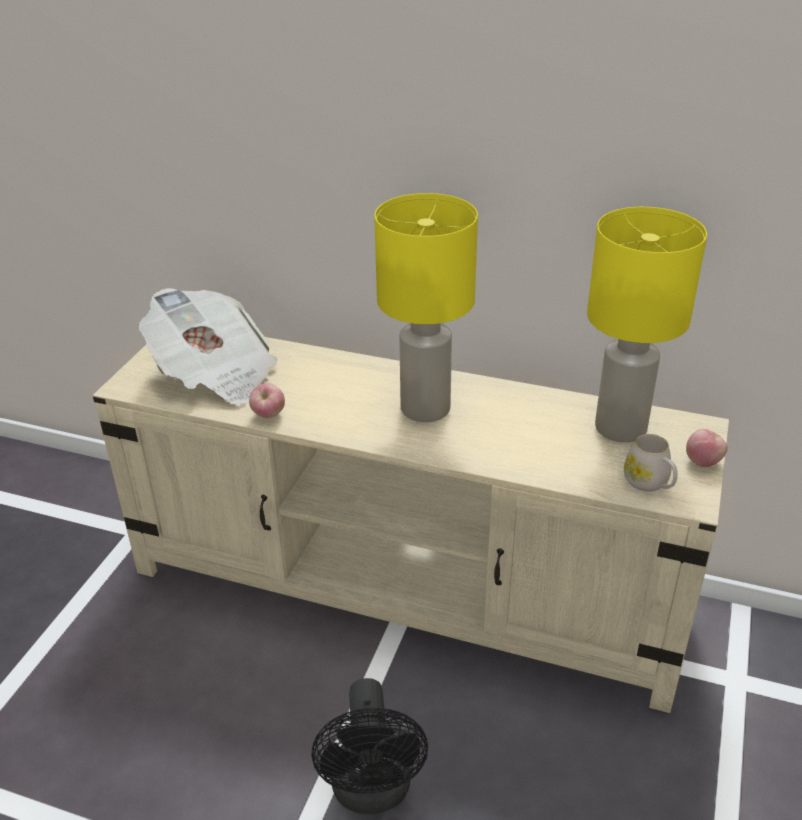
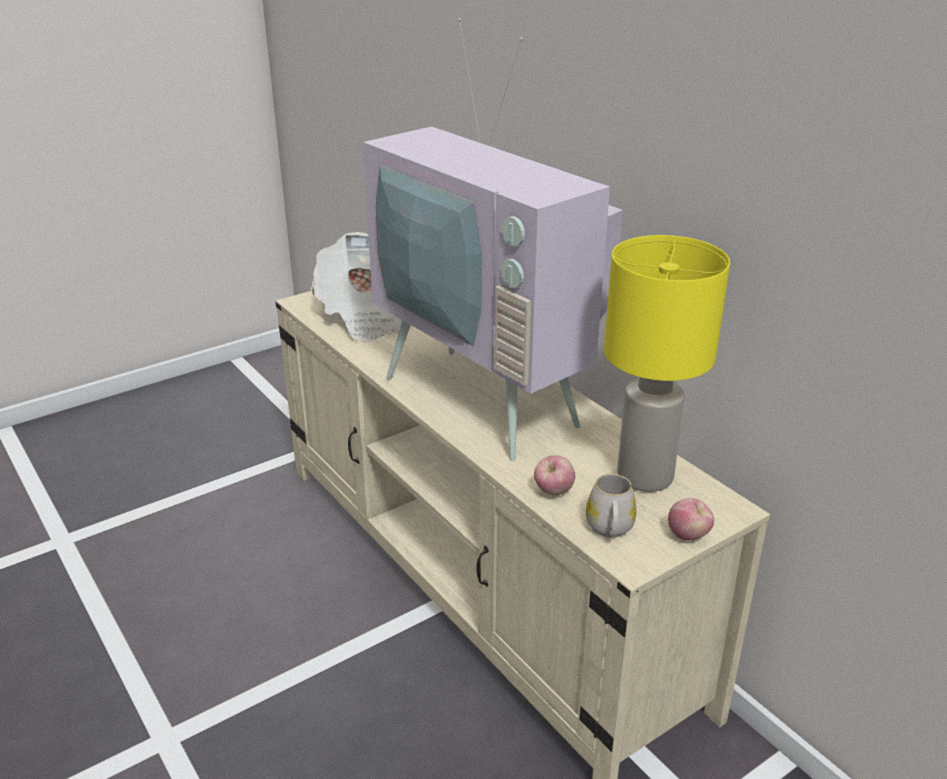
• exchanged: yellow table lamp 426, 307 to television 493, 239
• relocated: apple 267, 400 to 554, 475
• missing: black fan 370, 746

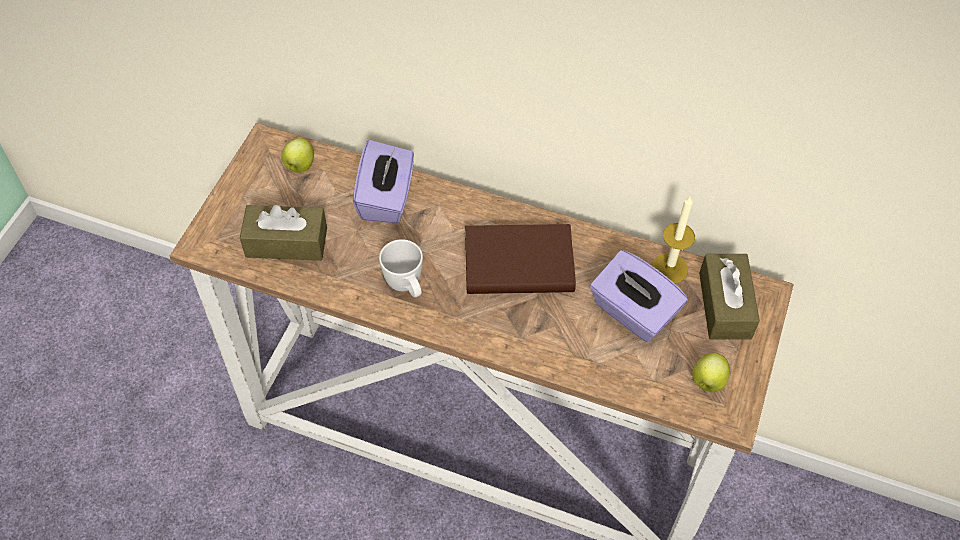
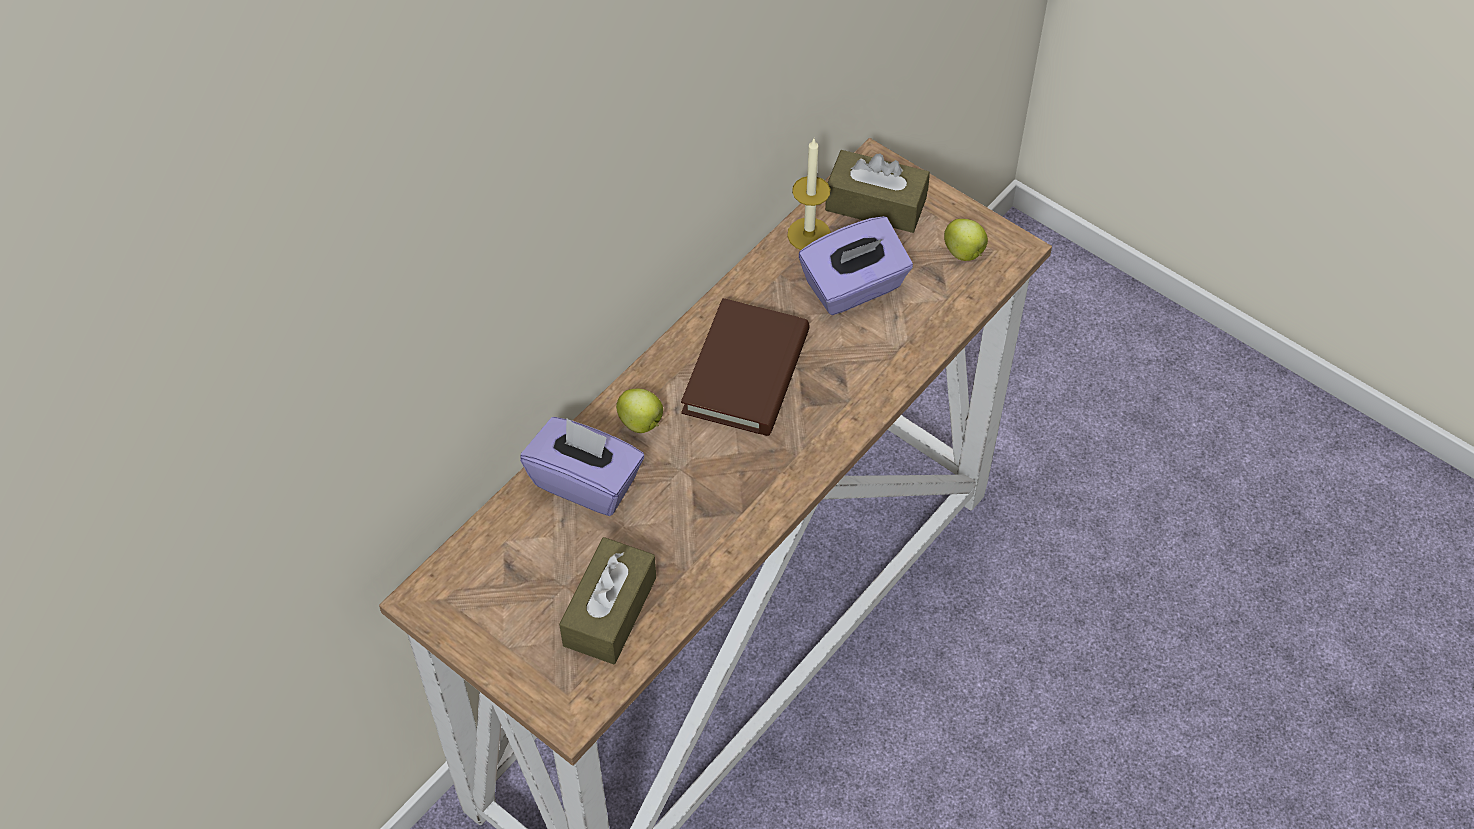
• relocated: apple 297, 155 to 639, 411
• missing: white mug 401, 268

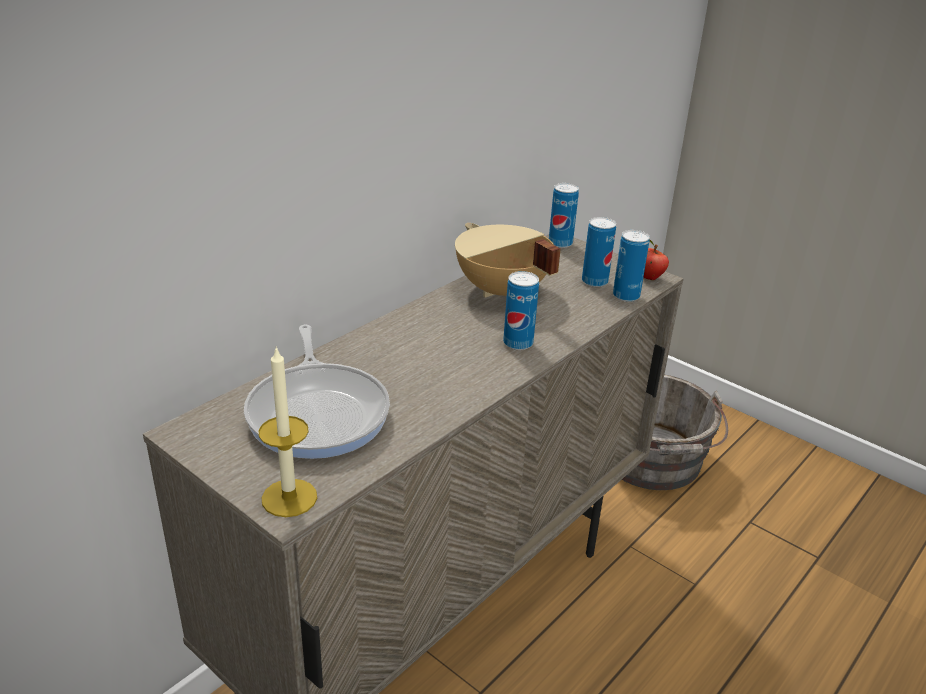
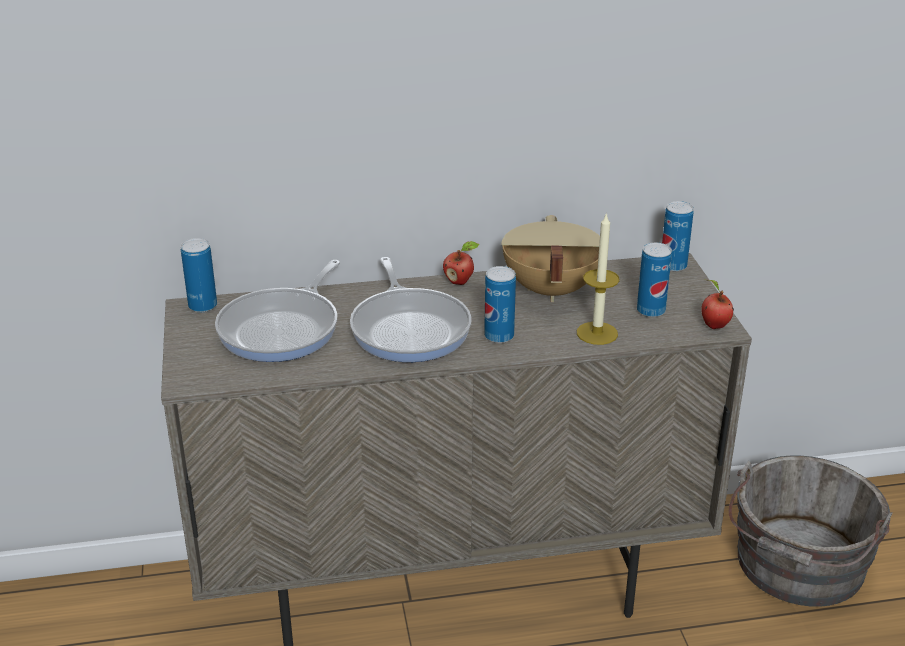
• relocated: can 631, 266 to 199, 275
• relocated: candle 288, 431 to 598, 278
• appeared: apple 461, 263
• appeared: frying pan 410, 309

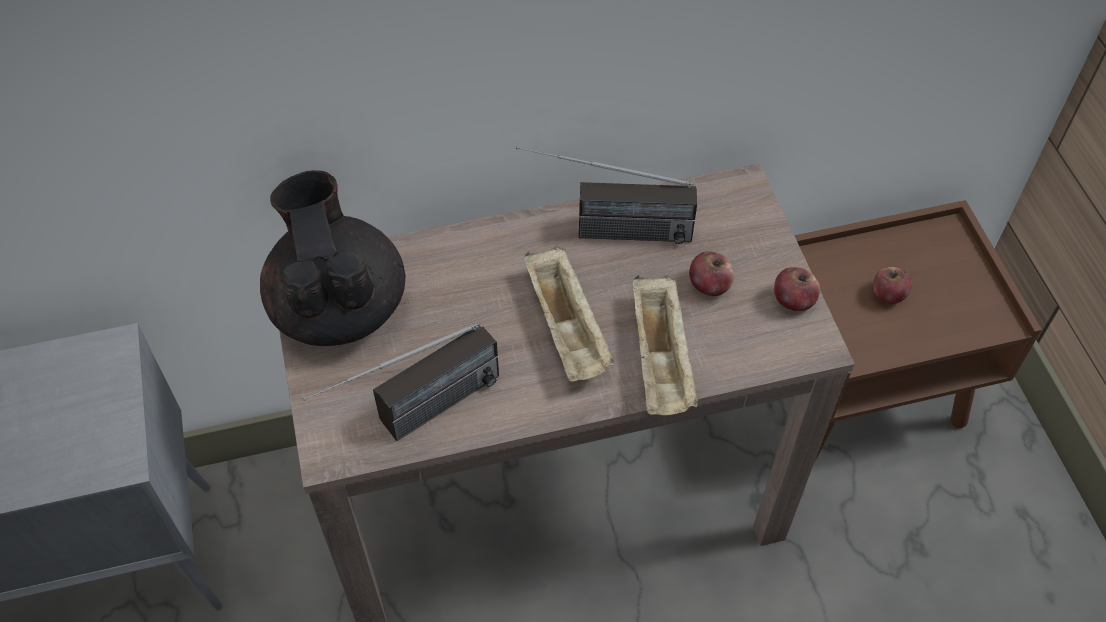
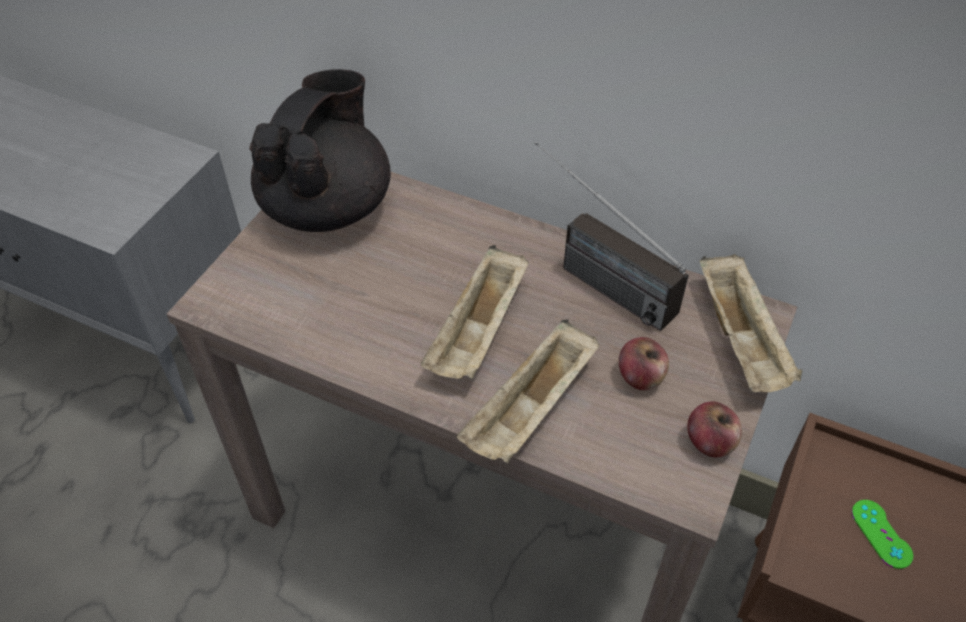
• exchanged: apple 892, 285 to green game controller 882, 534
• missing: radio 400, 382
• appeared: beige tray 750, 323

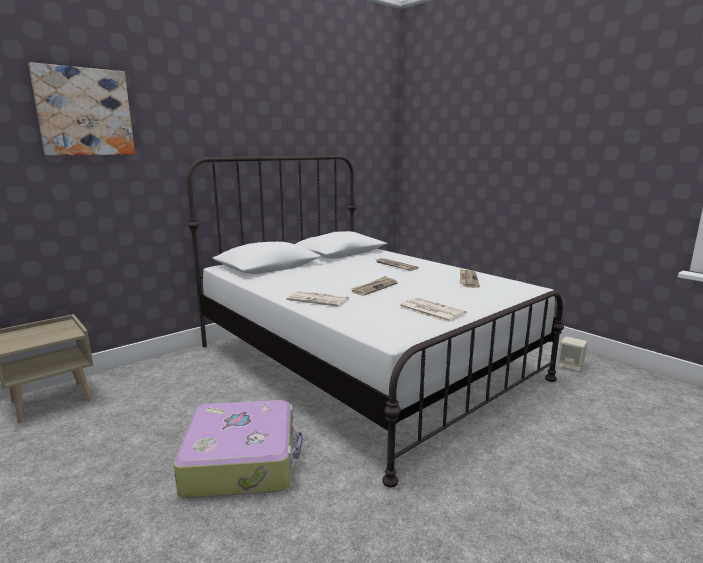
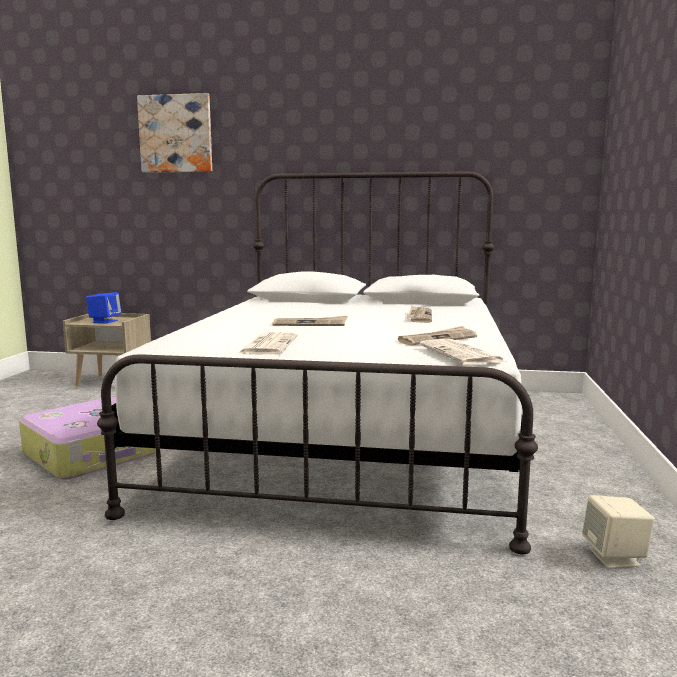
• relocated: newspaper 317, 299 to 463, 352
• appeared: blue speaker 104, 308

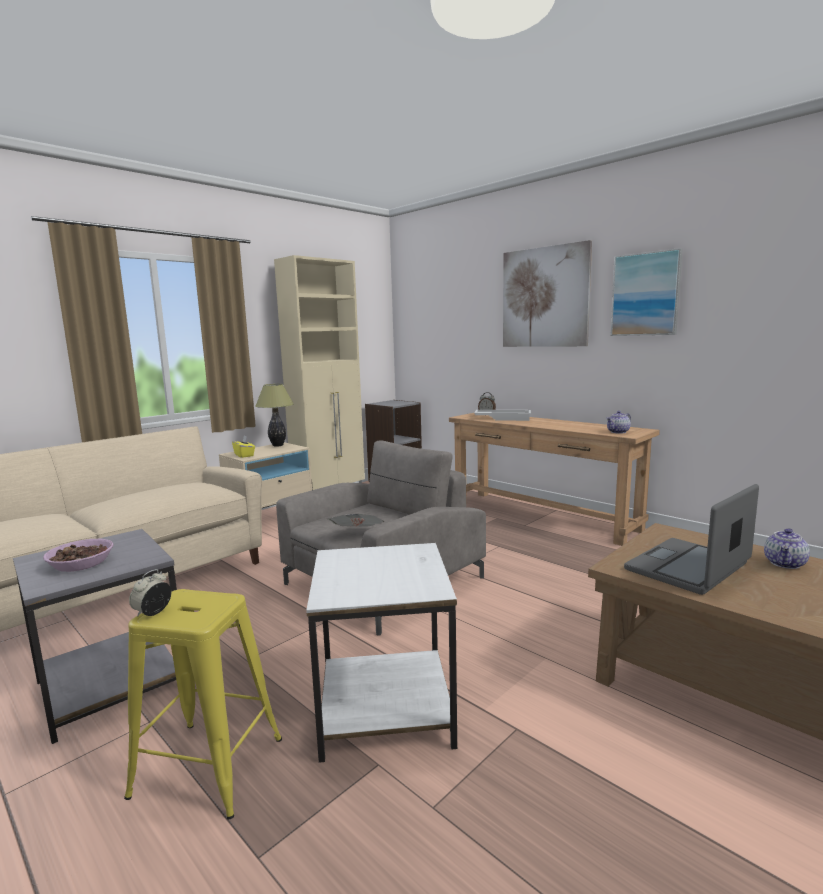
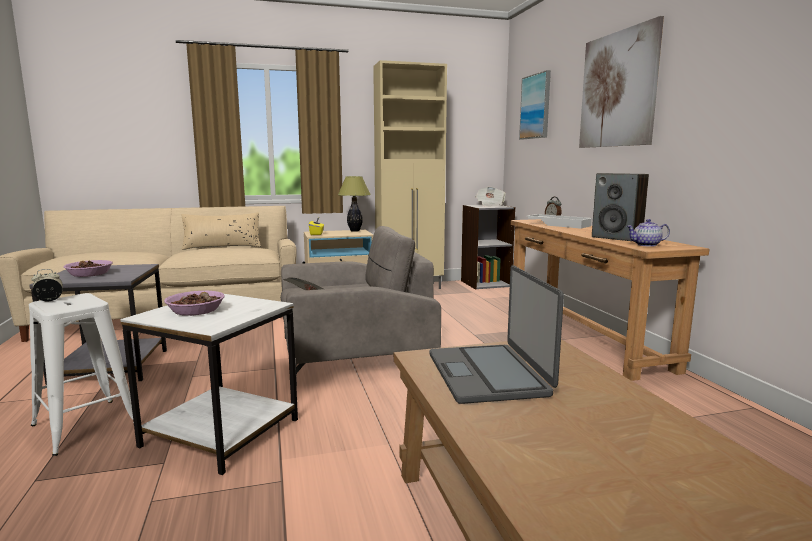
• relocated: picture 646, 292 to 535, 104
• spun: laptop 691, 539 = 496, 334 90 degrees counterclockwise
• missing: teapot 787, 548
• colour: yellow stool 203, 704 to white stool 81, 374
• appeared: speaker 620, 207
• appeared: newspaper 490, 197
• appeared: beige pillow 221, 231
• appeared: bowl 194, 303

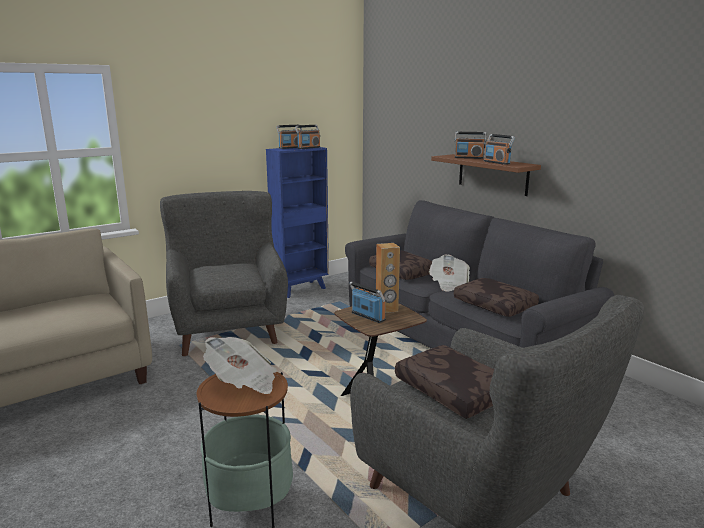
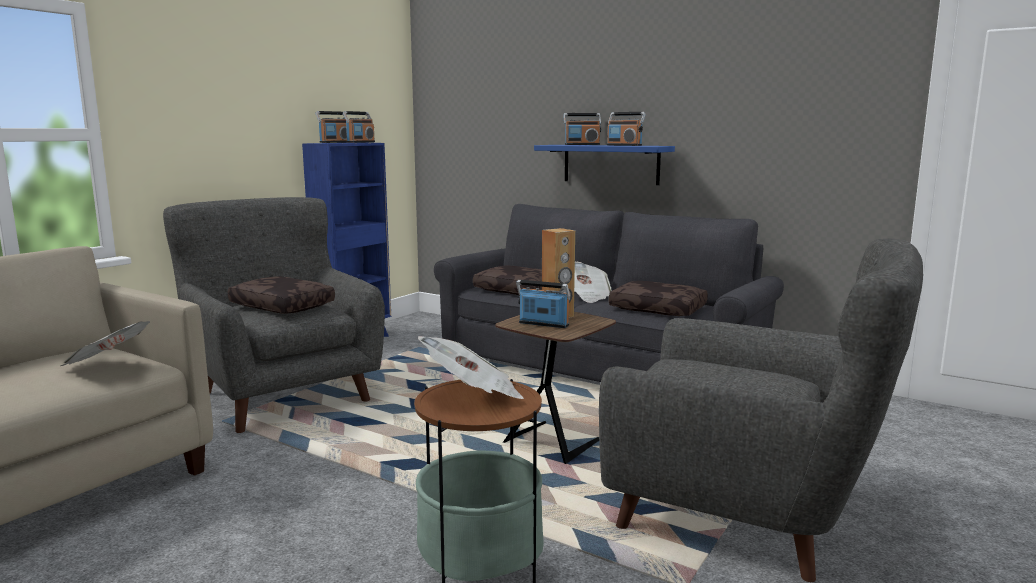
• colour: brown shelf 486, 175 to blue shelf 604, 165
• relocated: brown pillow 444, 382 to 281, 295
• appeared: newspaper 105, 343

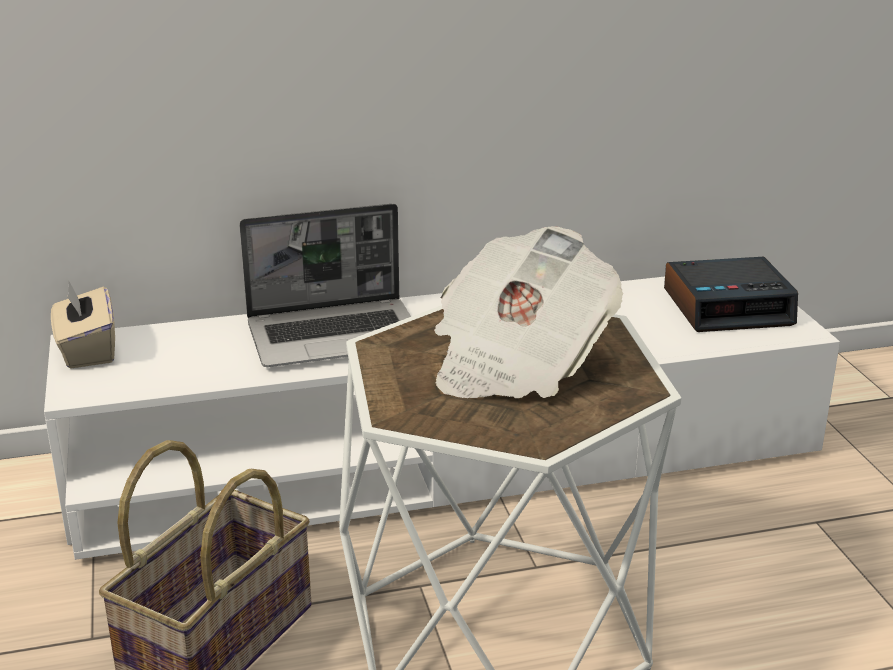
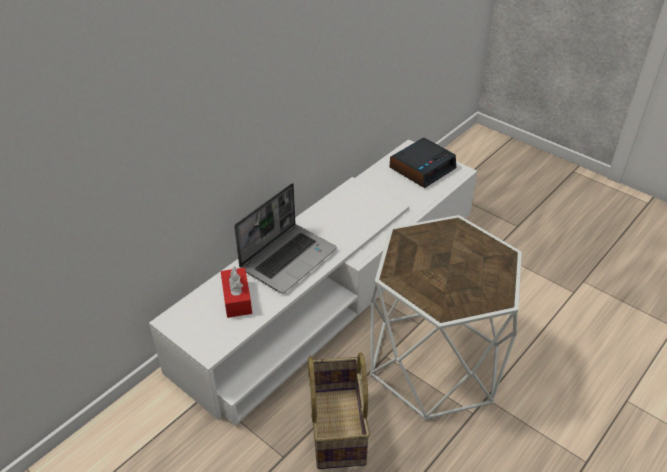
• missing: newspaper 528, 312
• missing: beige tissue box 83, 324
• appeared: red tissue box 236, 292

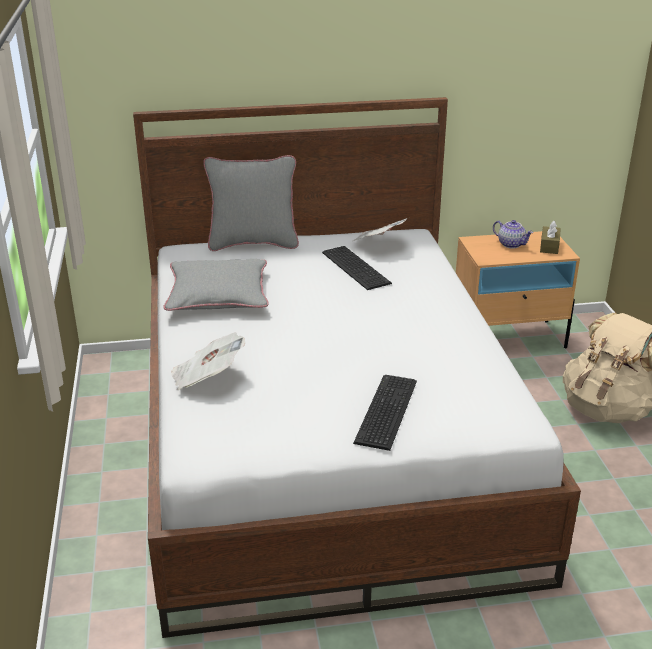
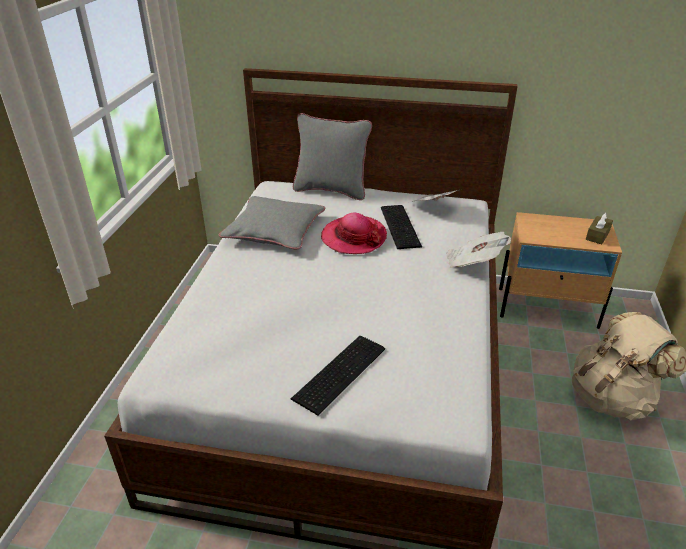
• missing: teapot 513, 234
• relocated: newspaper 208, 361 to 479, 250
• appeared: hat 354, 233

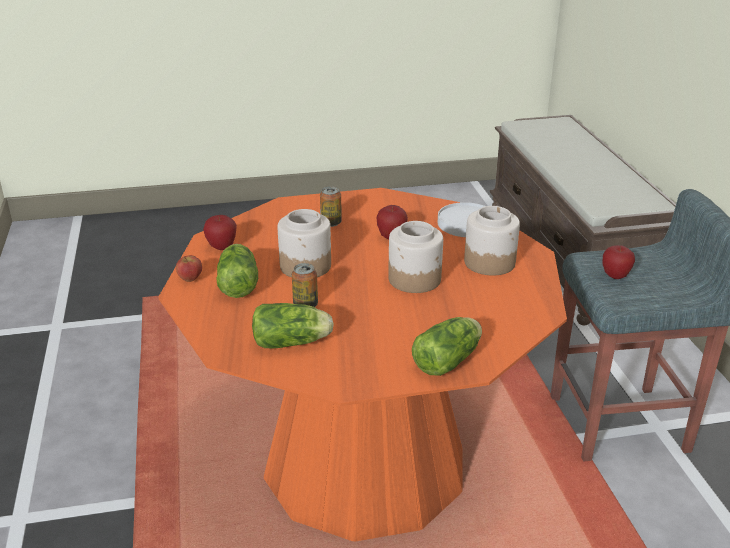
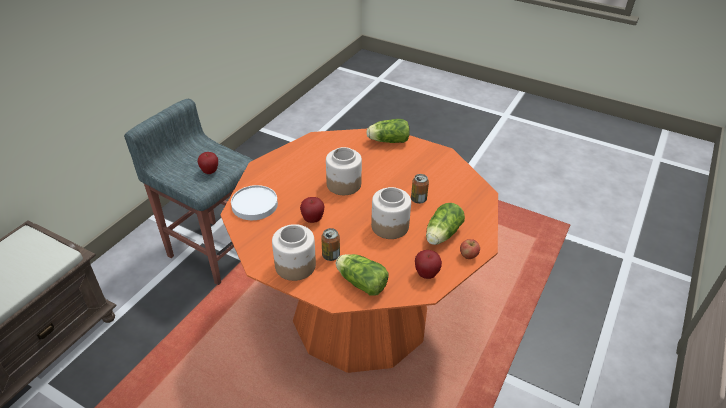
• relocated: jar 492, 241 to 294, 252
• relocated: lettuce 293, 325 to 362, 275

